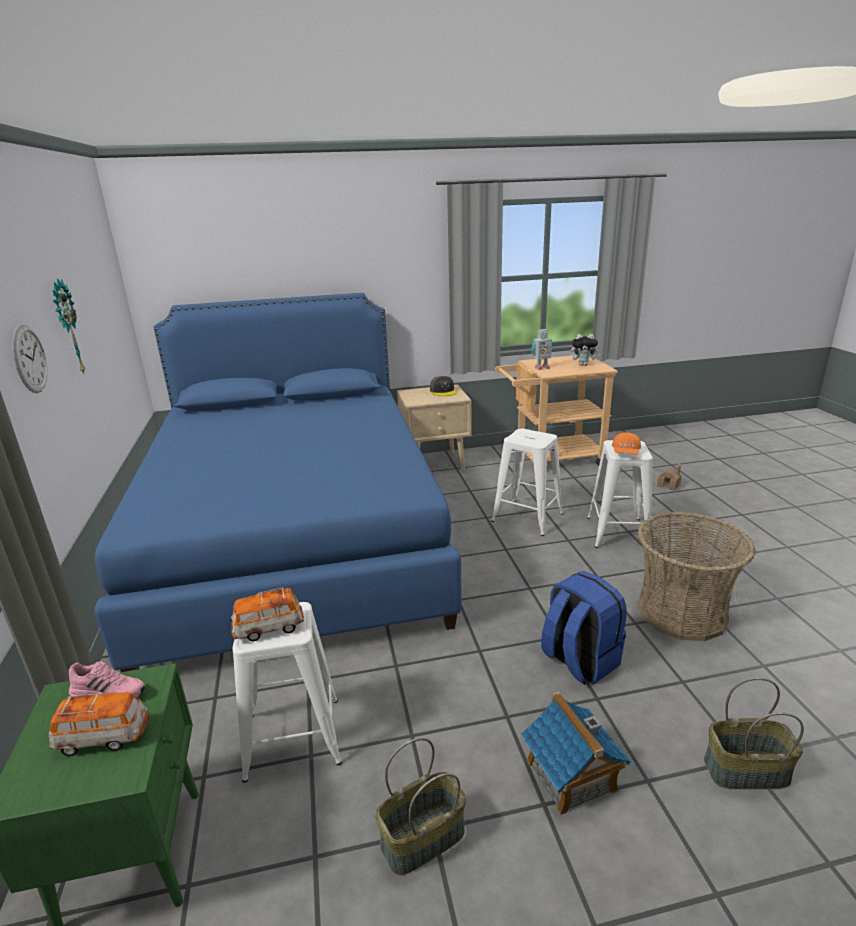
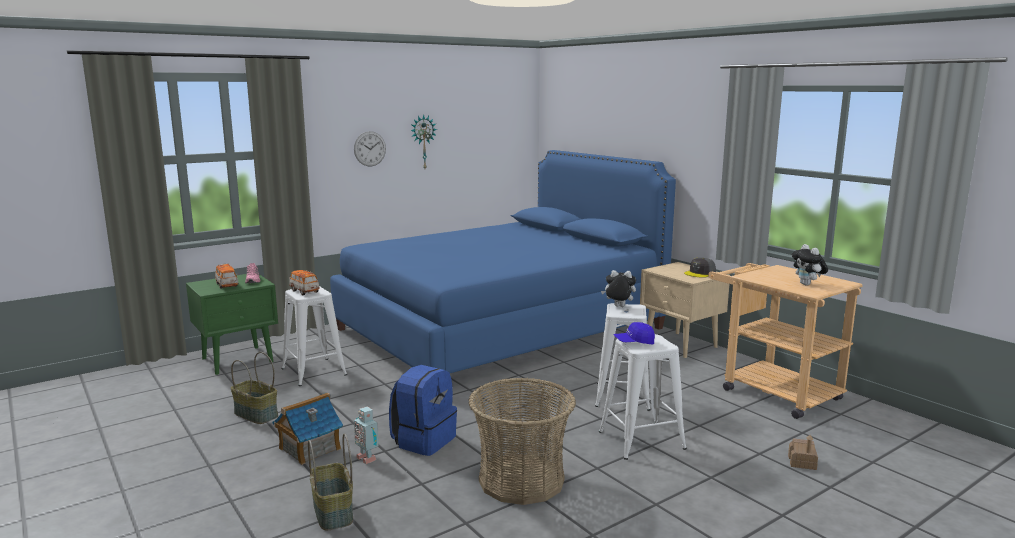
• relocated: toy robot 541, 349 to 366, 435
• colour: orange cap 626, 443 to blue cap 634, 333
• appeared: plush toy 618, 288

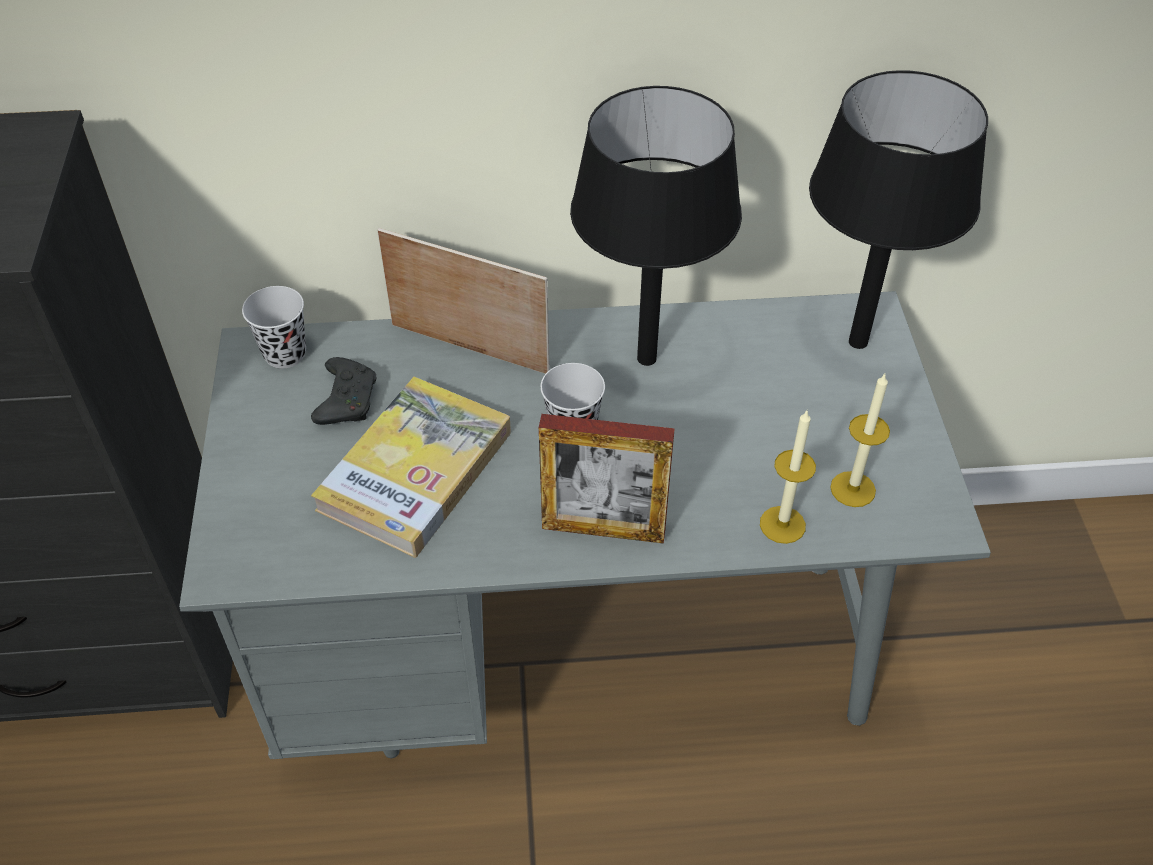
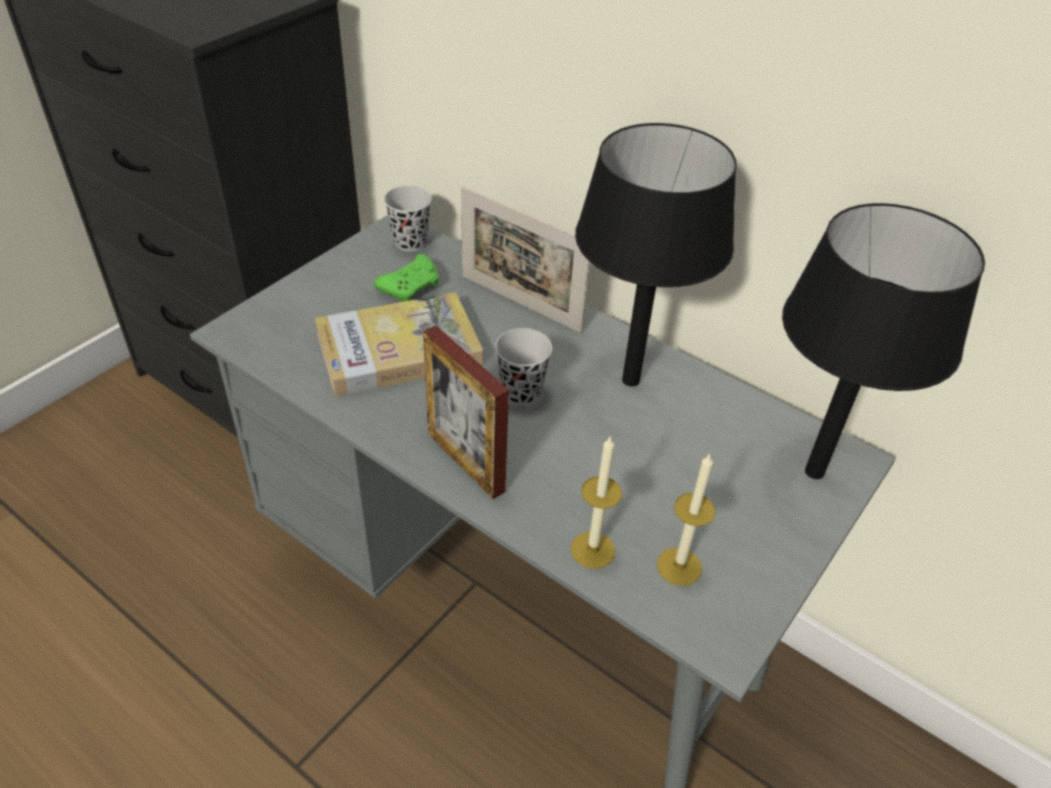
• spun: picture frame 463, 301 = 525, 259 150 degrees clockwise
• colour: black game controller 343, 391 to green game controller 406, 278

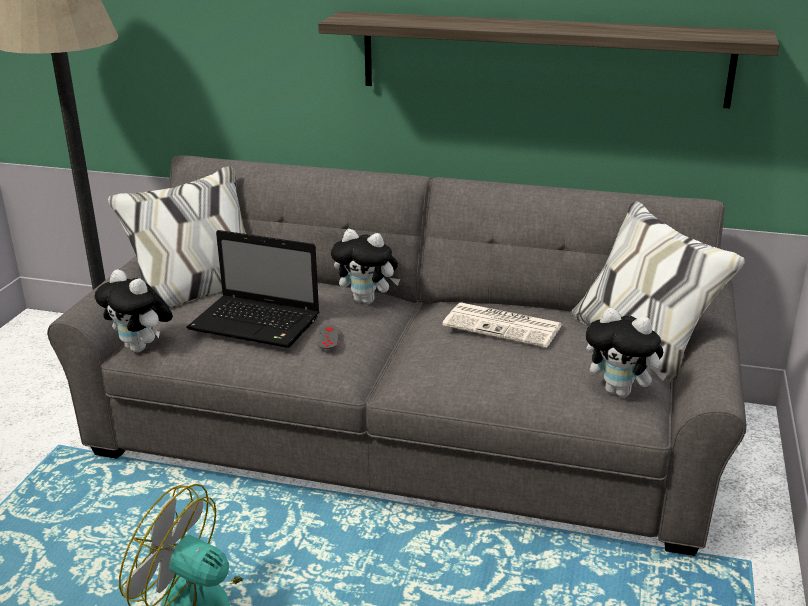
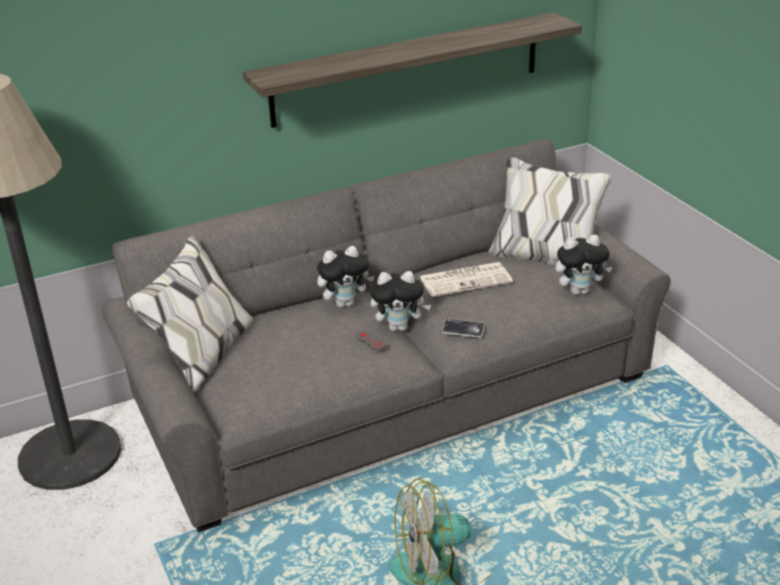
• missing: laptop 252, 289
• relocated: plush toy 133, 311 to 400, 301
• appeared: phone 463, 328

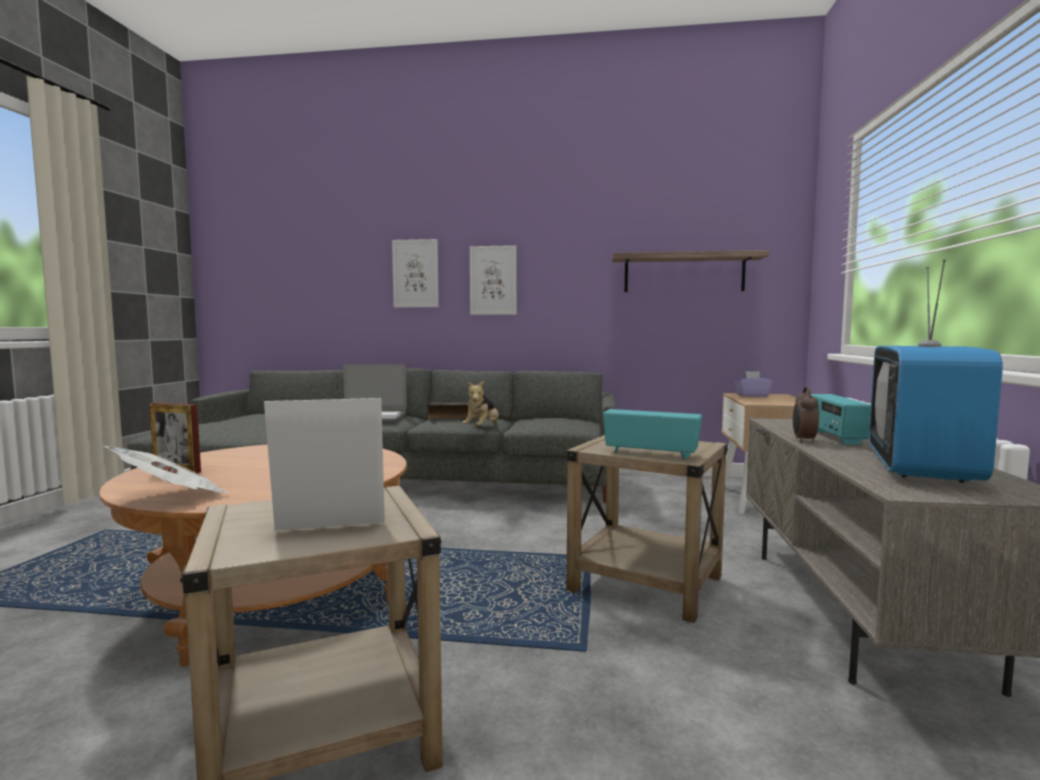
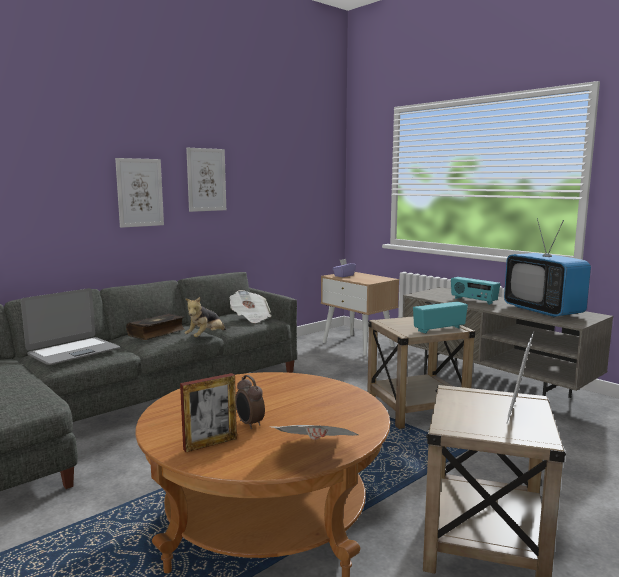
• relocated: picture 415, 273 to 206, 180
• missing: shelf 690, 271
• spun: plush toy 480, 403 = 205, 317 60 degrees clockwise
• relocated: alarm clock 806, 415 to 250, 402
• appeared: newspaper 250, 306

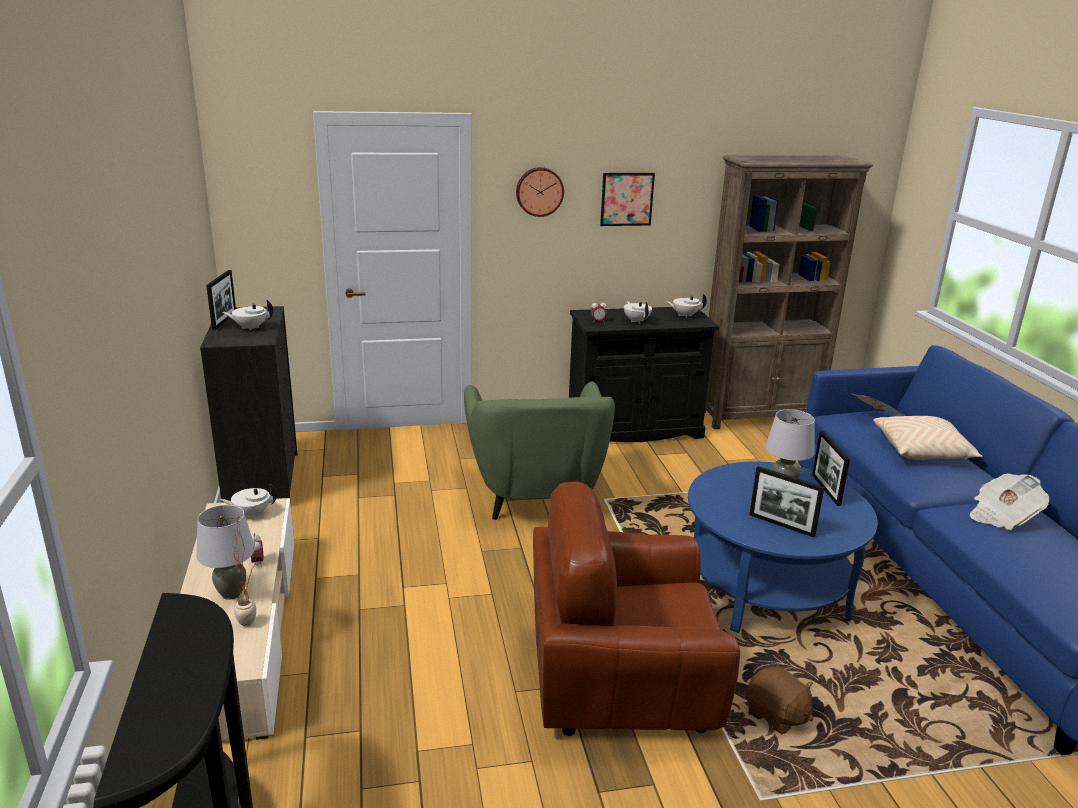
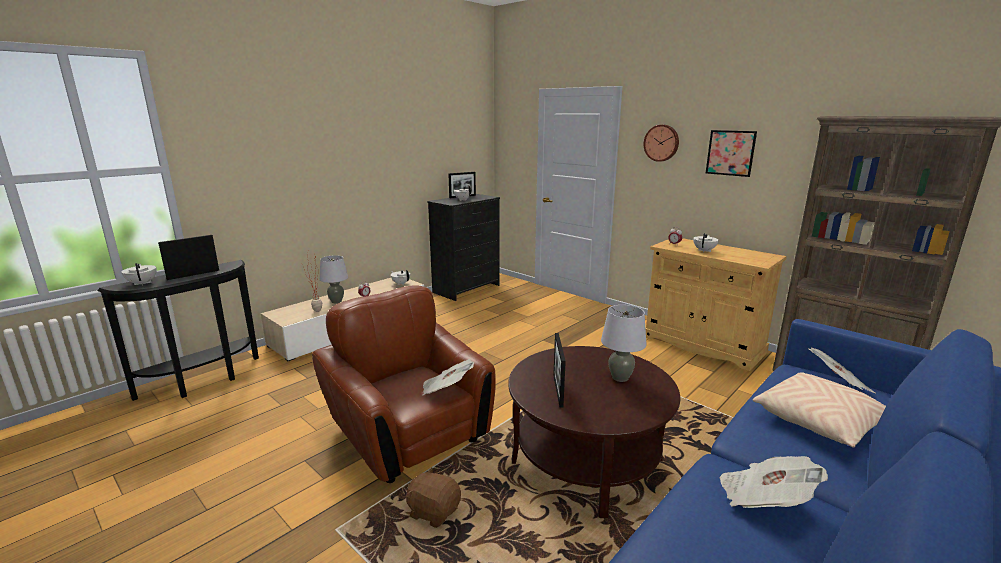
• relocated: white teapot 686, 306 to 139, 274
• colour: black cabinet 644, 374 to beige cabinet 716, 304
• missing: green armchair 539, 451
• relocated: picture frame 831, 468 to 188, 257
• colour: blue coffee table 783, 547 to brown coffee table 594, 432
• spun: brown plush toy 780, 700 = 433, 497 105 degrees clockwise
• appeared: newspaper 448, 377

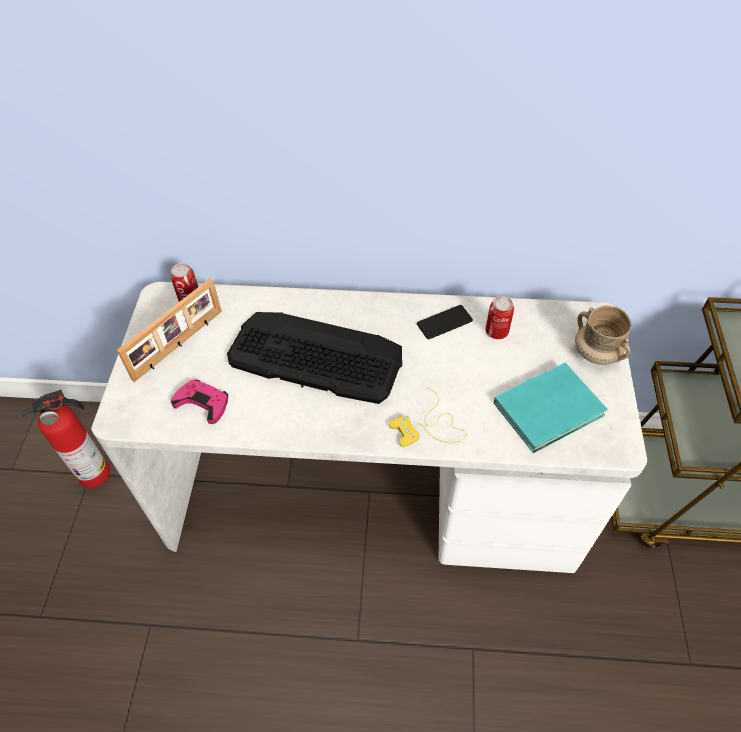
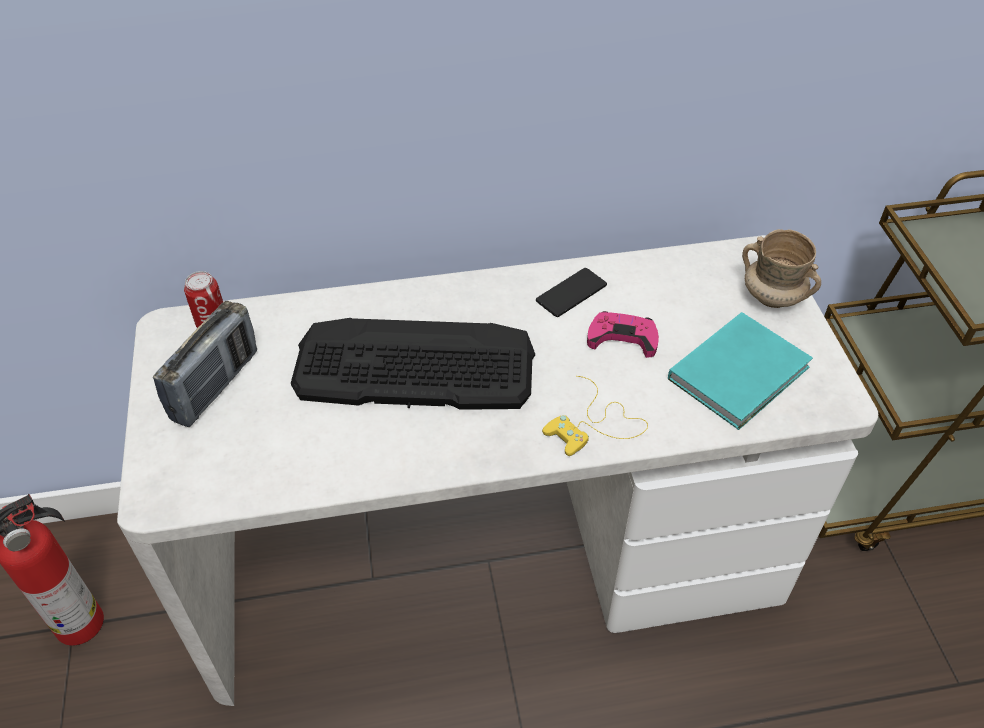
• exchanged: picture frame 169, 330 to radio 205, 364
• missing: can 499, 317
• relocated: pink game controller 200, 401 to 623, 334

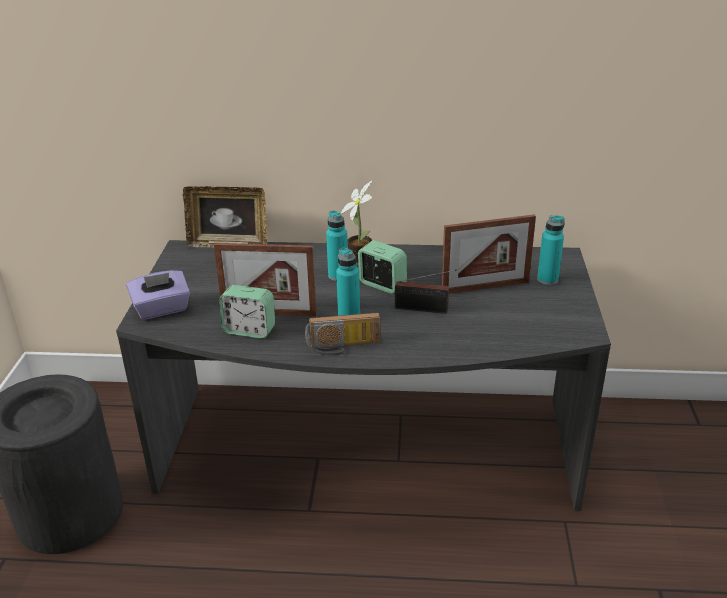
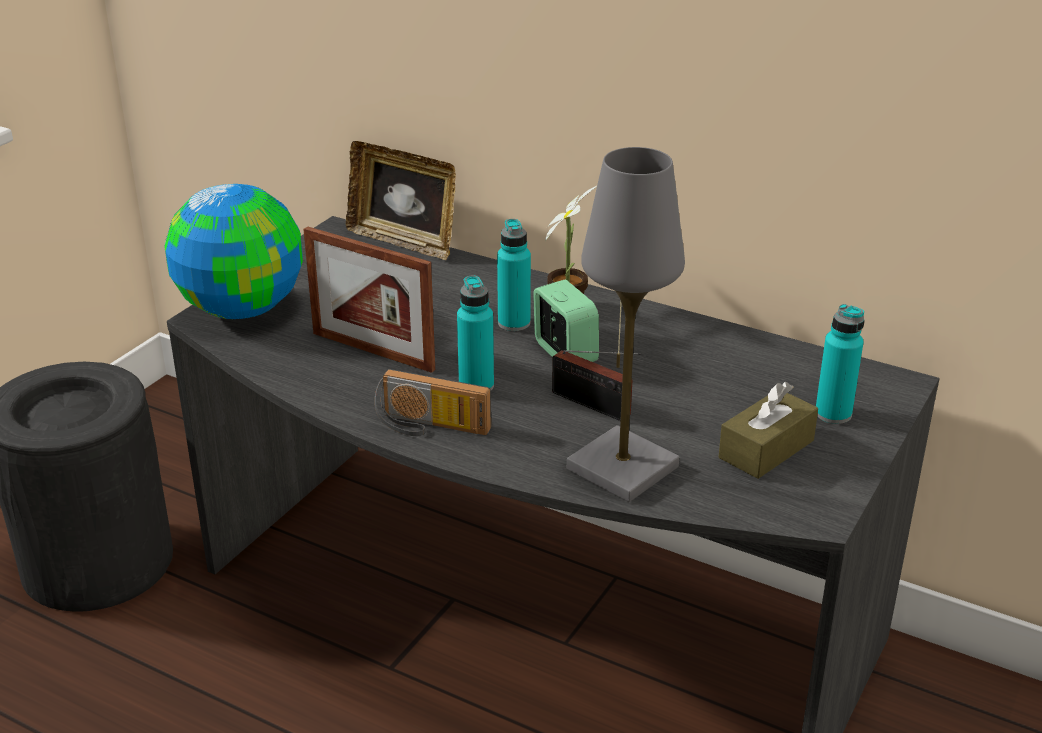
• missing: picture frame 489, 254
• exchanged: purple tissue box 158, 295 to globe 233, 251
• missing: alarm clock 247, 312
• appeared: grey table lamp 626, 324
• appeared: brown tissue box 768, 430

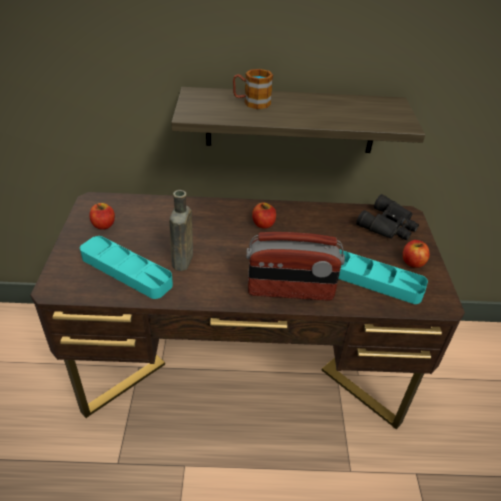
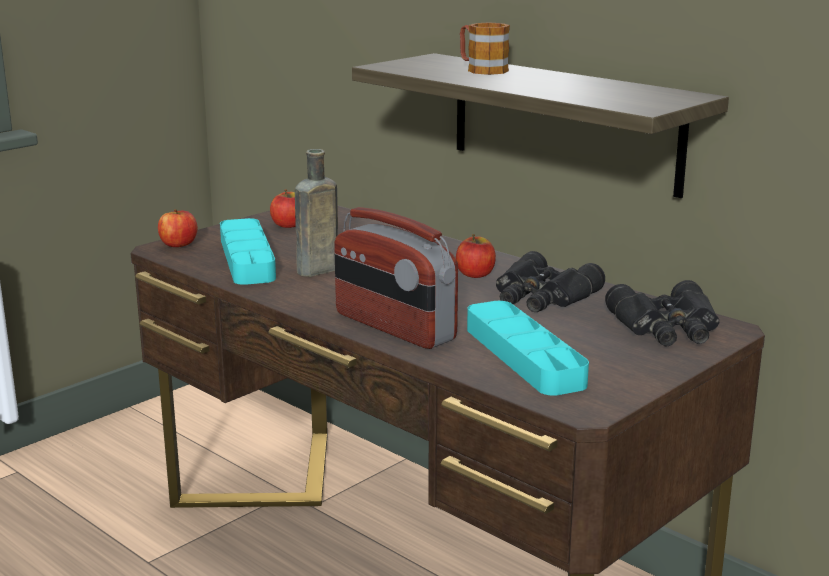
• relocated: apple 416, 254 to 178, 228
• appeared: black binoculars 550, 281

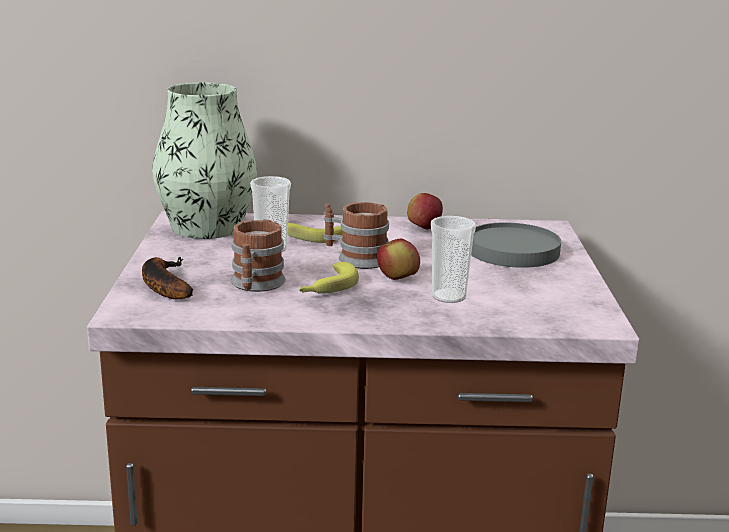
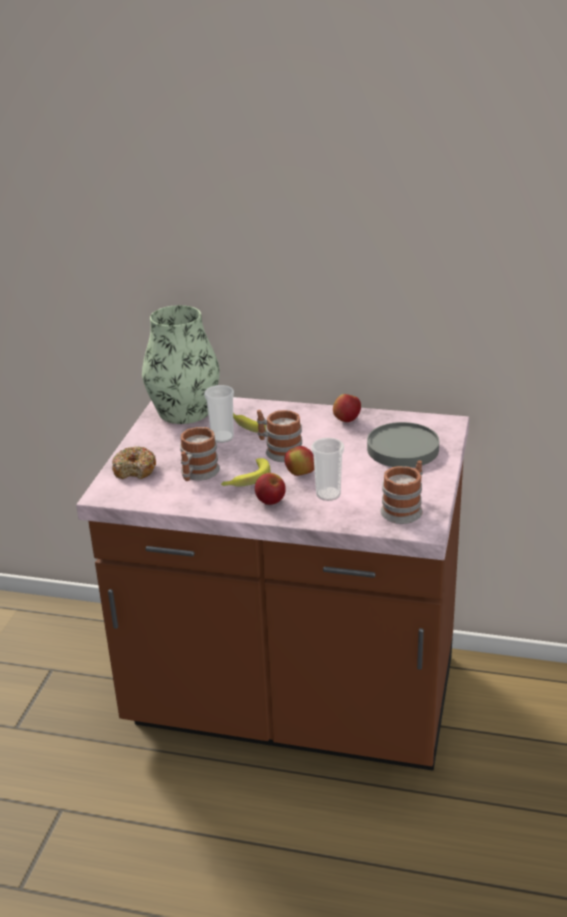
• exchanged: banana 167, 278 to donut 134, 463
• appeared: mug 401, 492
• appeared: apple 270, 489

